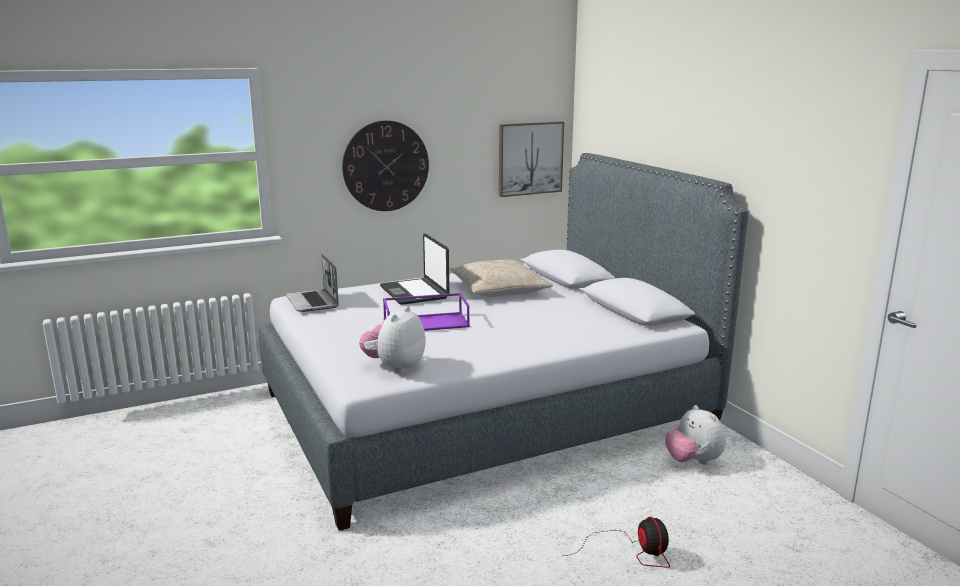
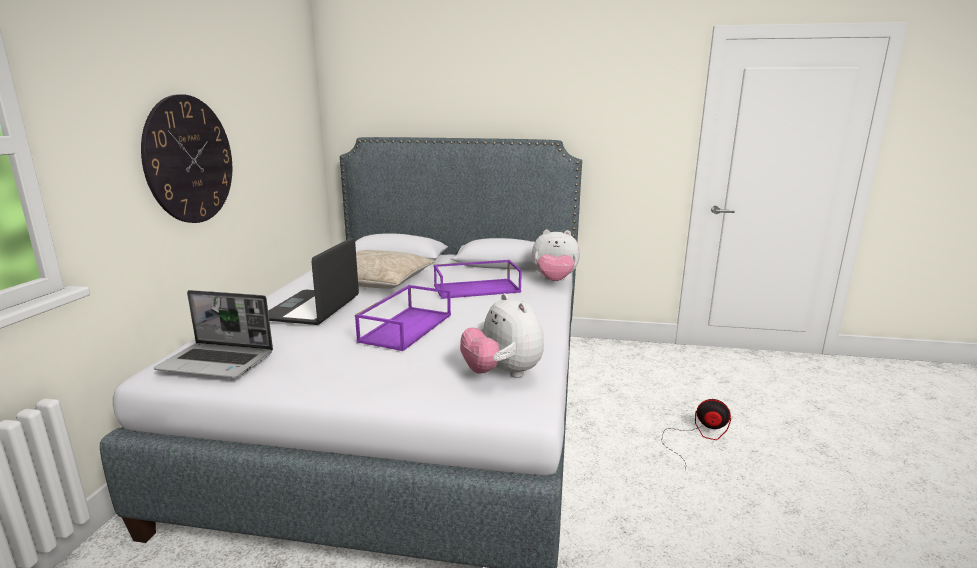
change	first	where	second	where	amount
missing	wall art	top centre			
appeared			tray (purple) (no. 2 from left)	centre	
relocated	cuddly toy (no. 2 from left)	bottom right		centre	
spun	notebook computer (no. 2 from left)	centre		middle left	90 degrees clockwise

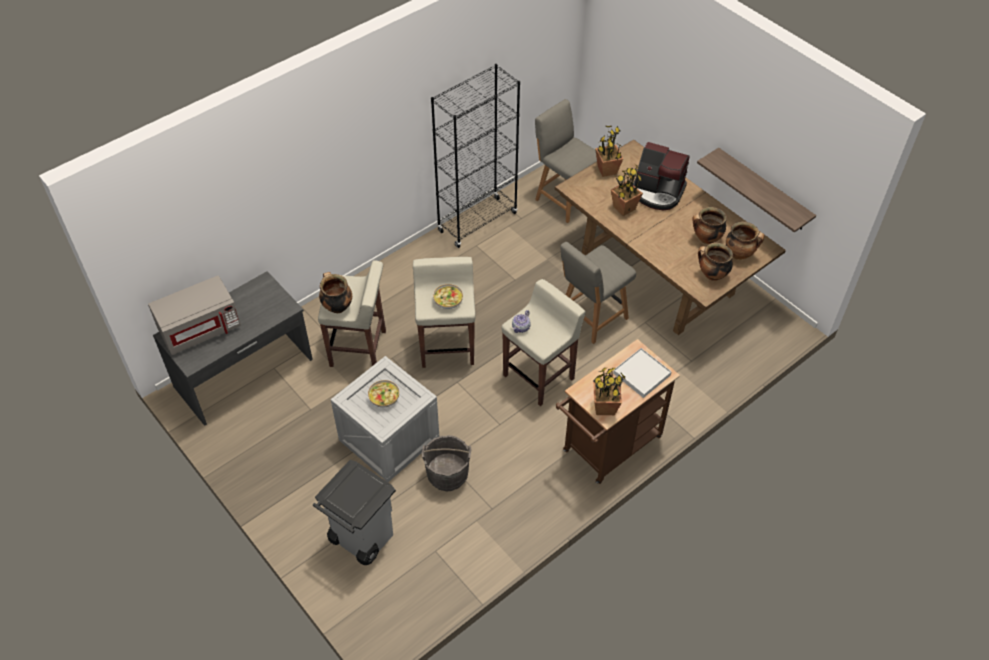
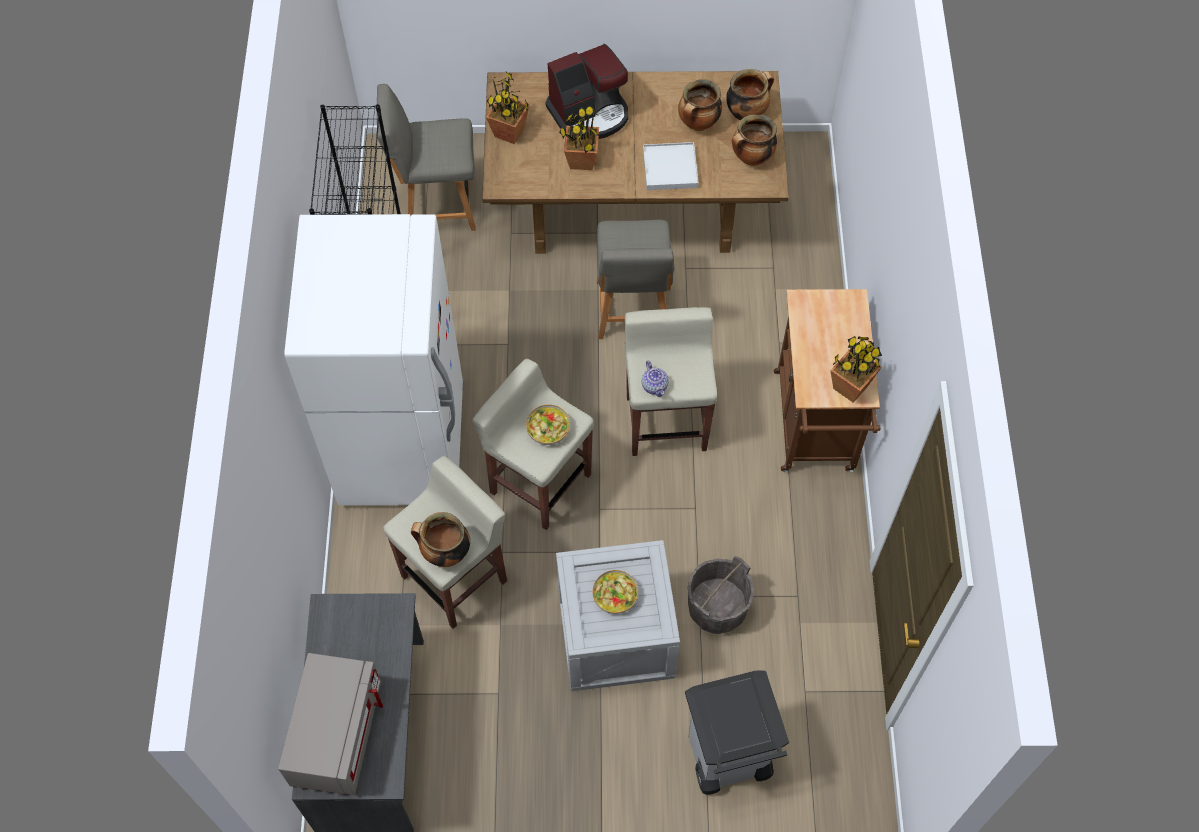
change	first	where	second	where	amount
missing	shelf	top right			
appeared			kitchen fridge (white-coloured)	middle left	
relocated	tray (white-coloured)	centre		top centre	

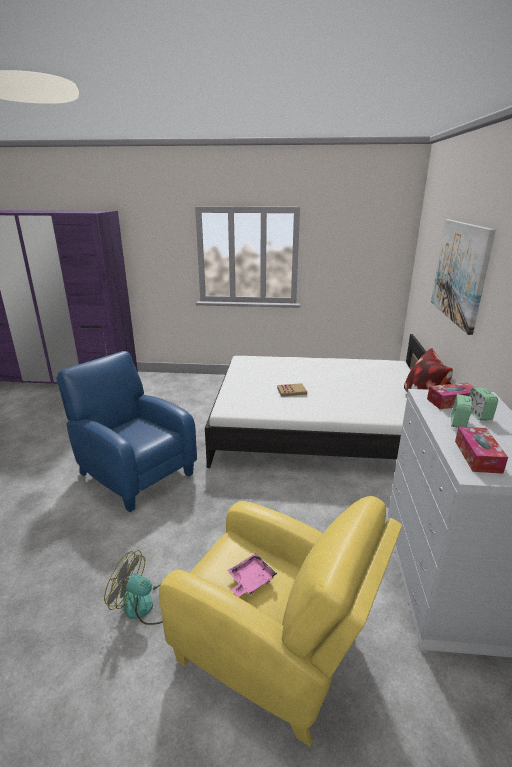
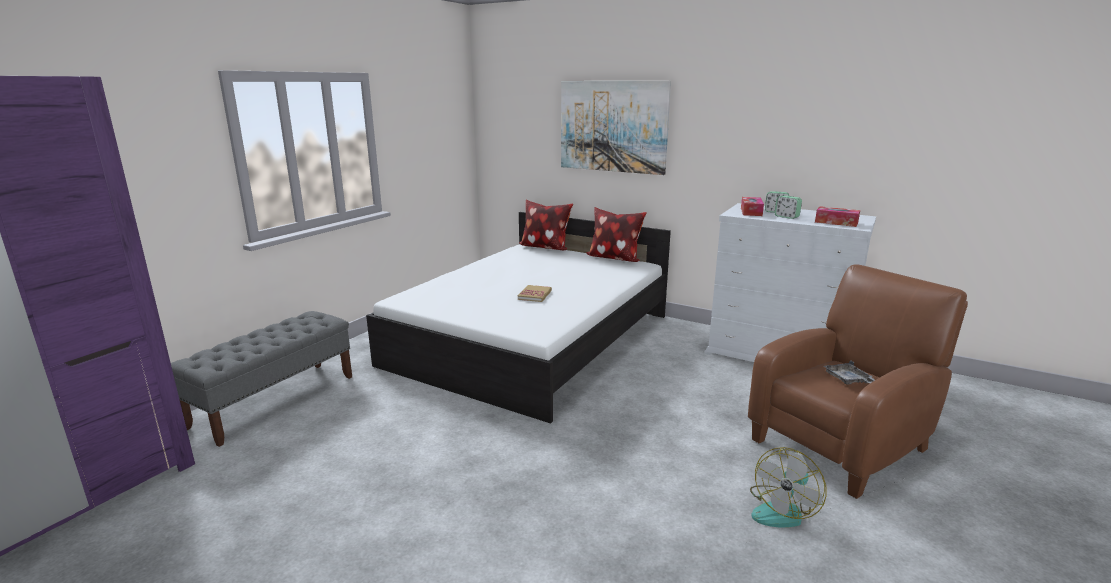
change	first	where	second	where	amount
missing	lounge chair (blue-coloured)	middle left			
appeared			indoor bench (grey)	middle left	
appeared			cushion (no. 1 from left)	centre	
colour	lounge chair (yellowish)	bottom centre	lounge chair (brown)	middle right	
colour	tray (pinkish)	bottom centre	tray (grey)	middle right	

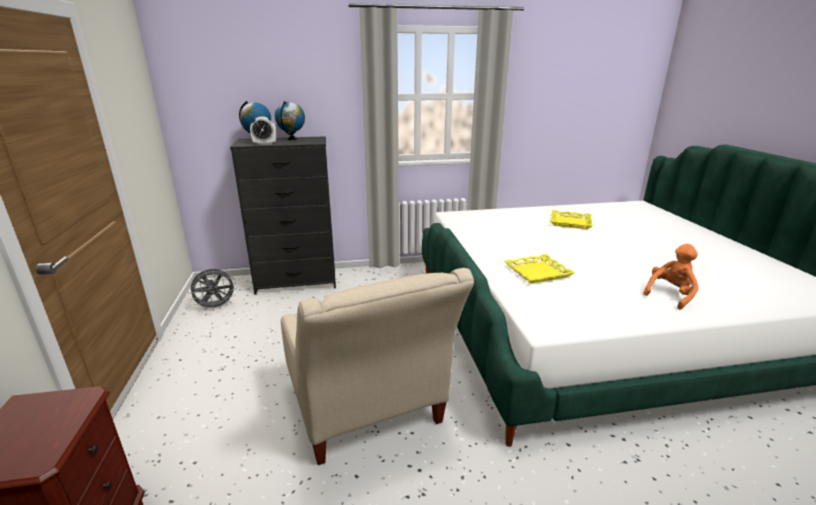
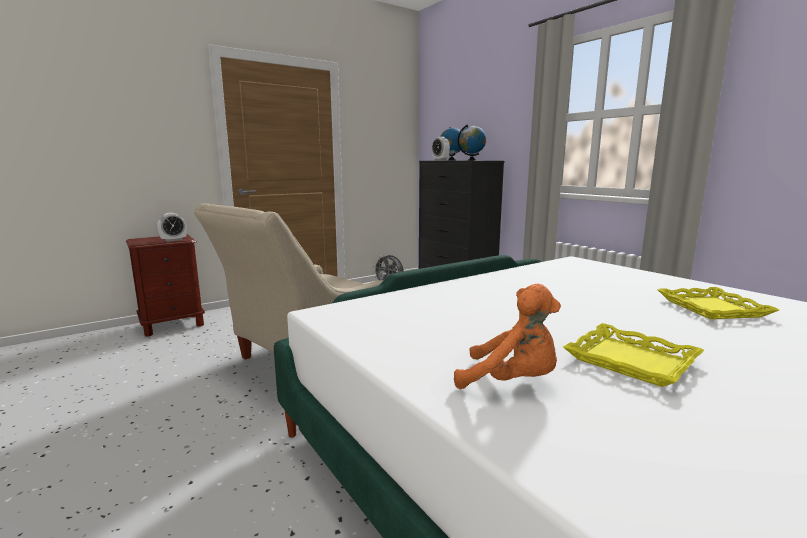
change	first	where	second	where	amount
appeared			bedside clock (no. 1 from left)	middle left	
relocated	tray (yellowish) (no. 1 from left)	centre		middle right	

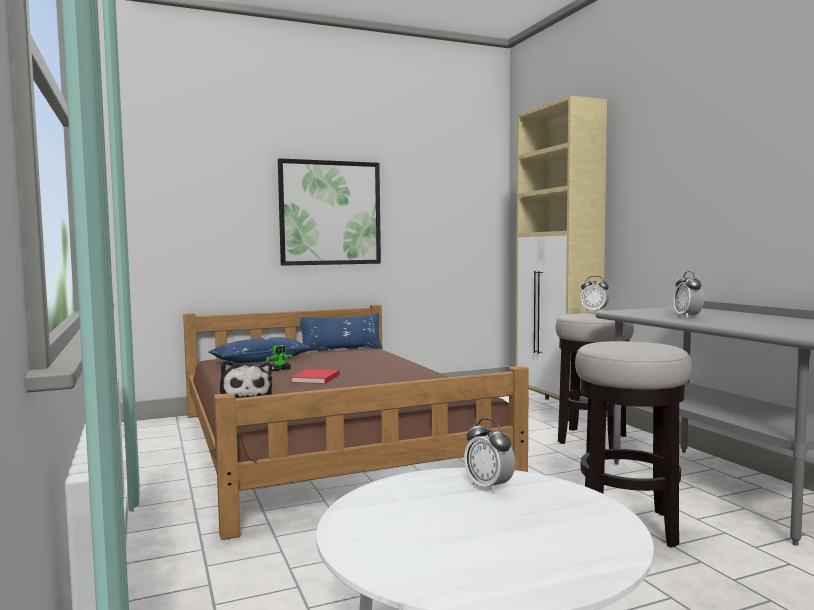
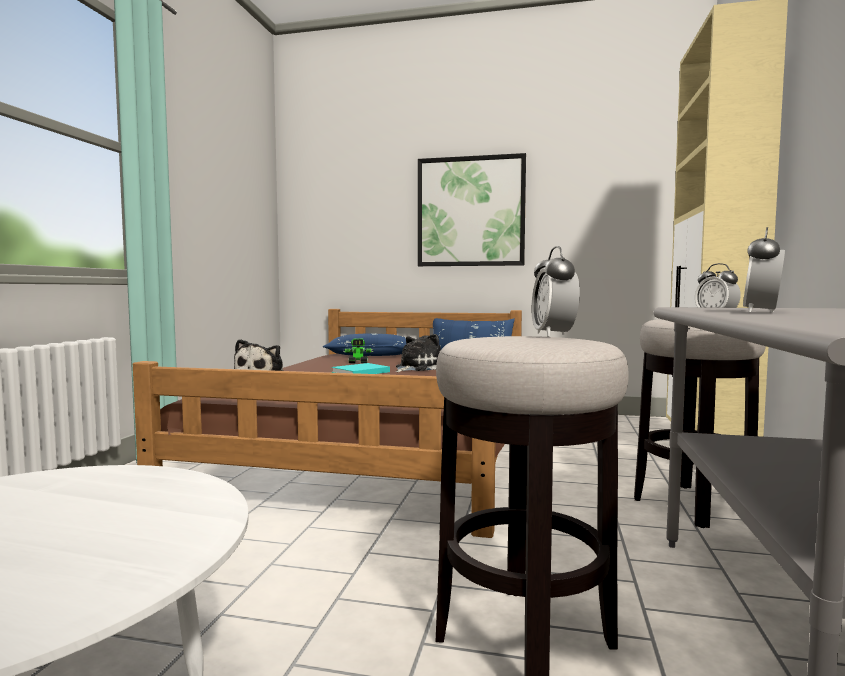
change	first	where	second	where	amount
appeared			cuddly toy (no. 2 from left)	centre	
relocated	bedside clock (no. 1 from left)	bottom centre		centre	
colour	book (red)	centre	book (turquoise-coloured)	centre	

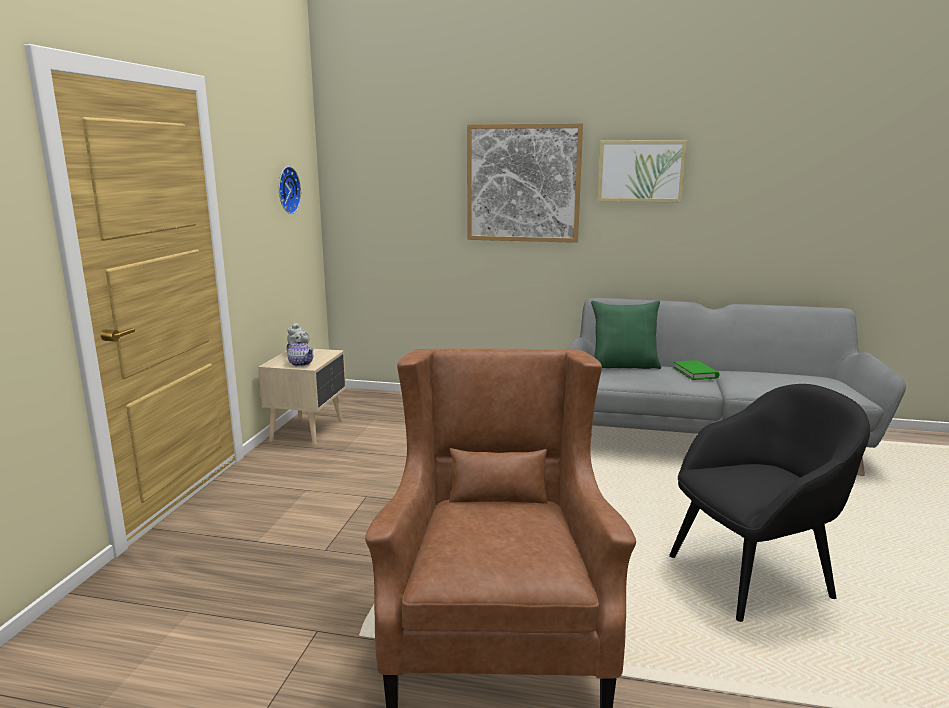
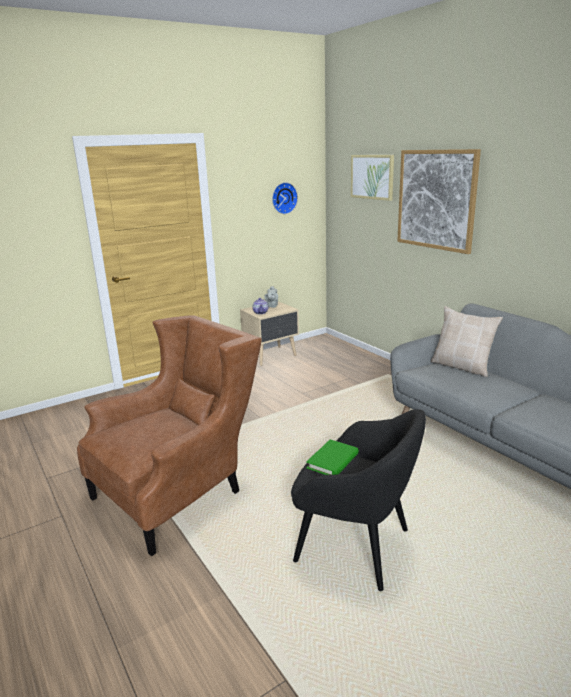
change	first	where	second	where	amount
relocated	wall art (no. 2 from left in the first image)	top right	wall art (no. 1 from left)	top centre	
relocated	book (greenish)	middle right		centre	
colour	cushion (greenish)	centre	cushion (beige-coloured)	middle right	

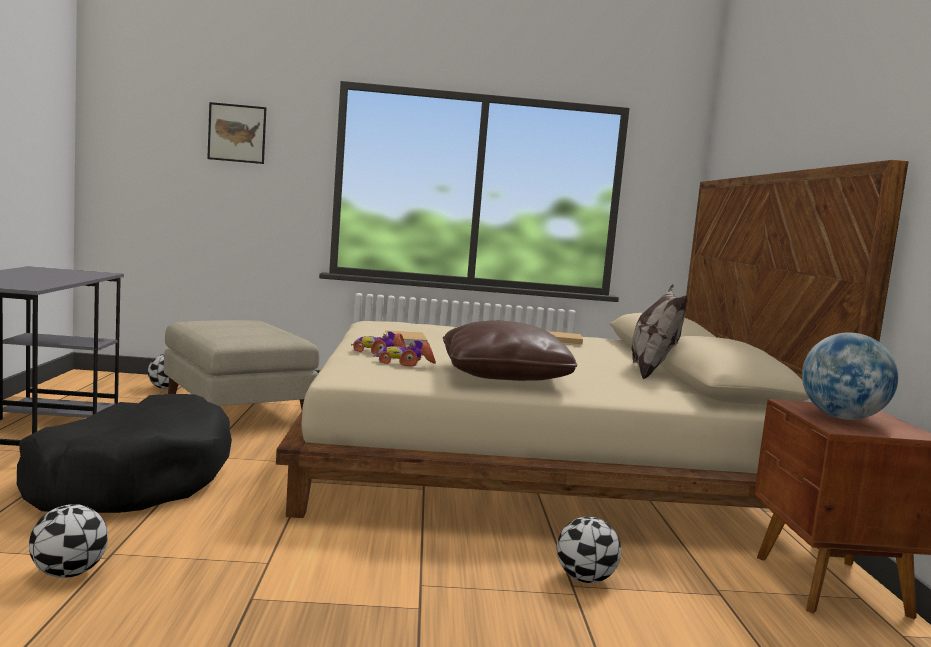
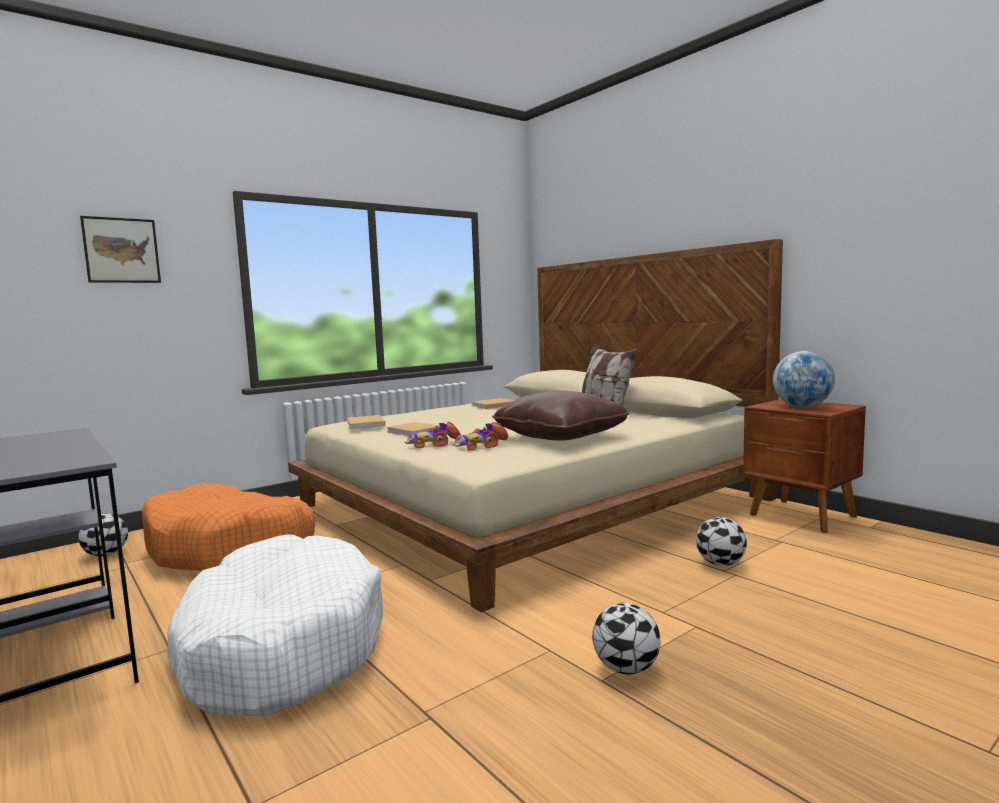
change	first	where	second	where	amount
appeared			book (beige-coloured) (no. 1 from left)	centre	
relocated	football ball (no. 1 from left in the first image)	bottom left	football ball (no. 2 from left)	bottom centre	
exchanged	footrest (beige-coloured)	middle left	pet bed (orange)	middle left	
colour	pet bed (blackish)	bottom left	pet bed (white-coloured)	bottom left	

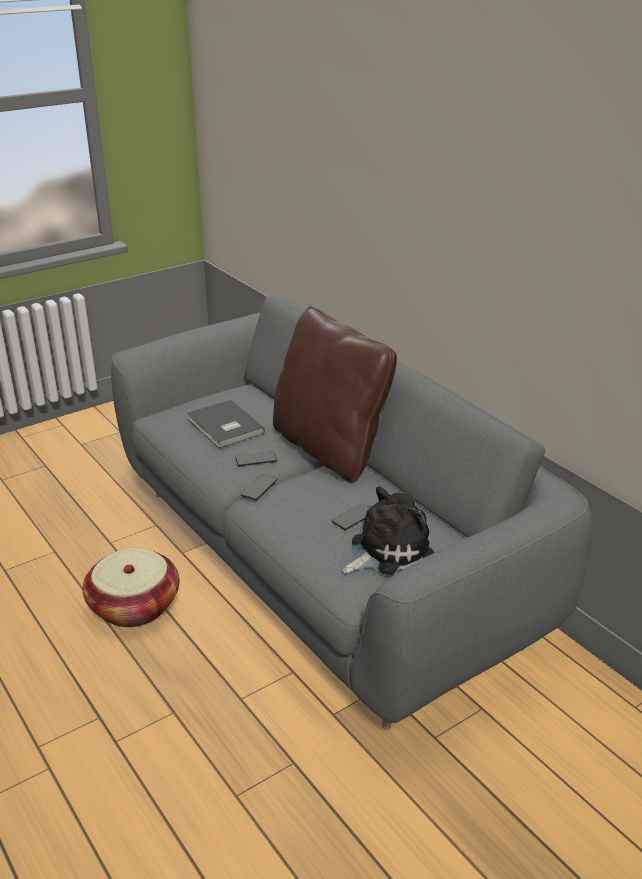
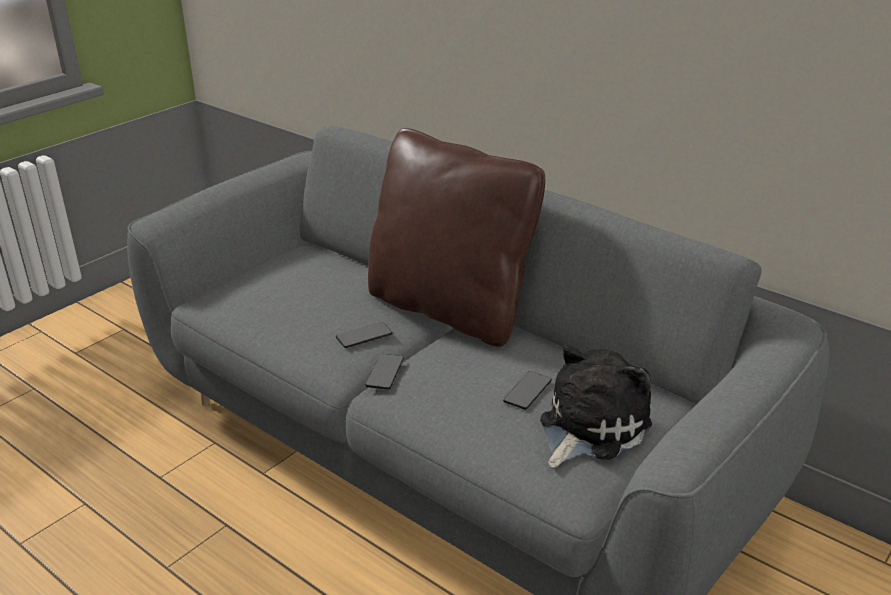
change	first	where	second	where	amount
missing	household basket	bottom left			
missing	book (grey)	centre			

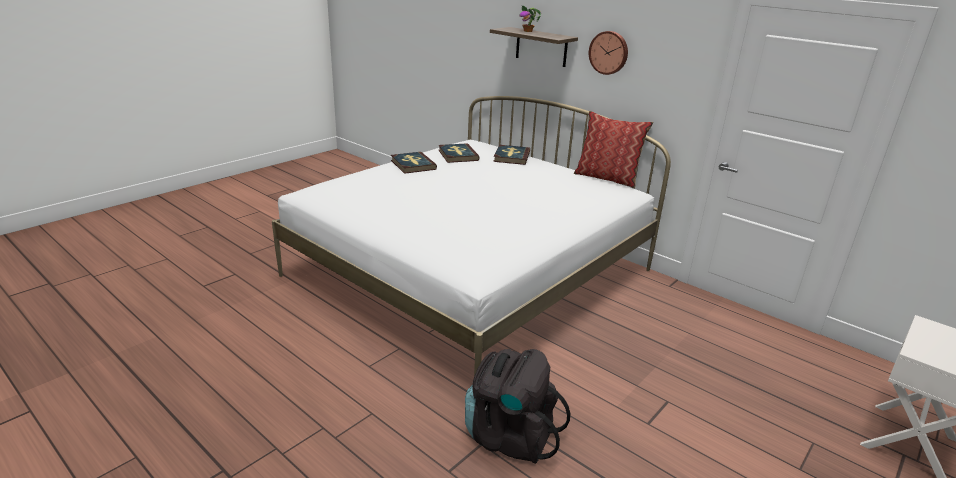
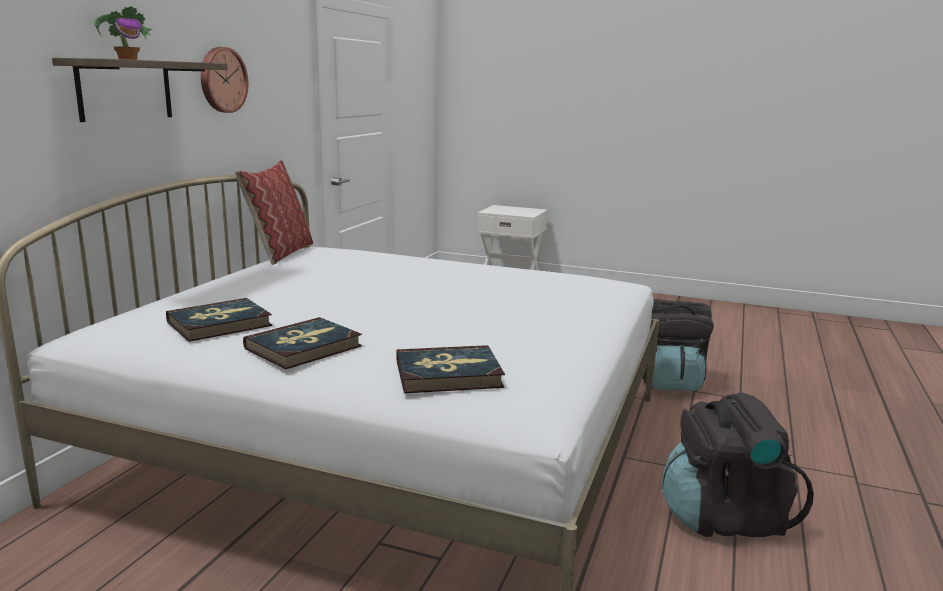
change	first	where	second	where	amount
appeared			backpack (blackish) (no. 2 from left)	bottom right	
relocated	book (no. 3 from left)	top centre		centre	

